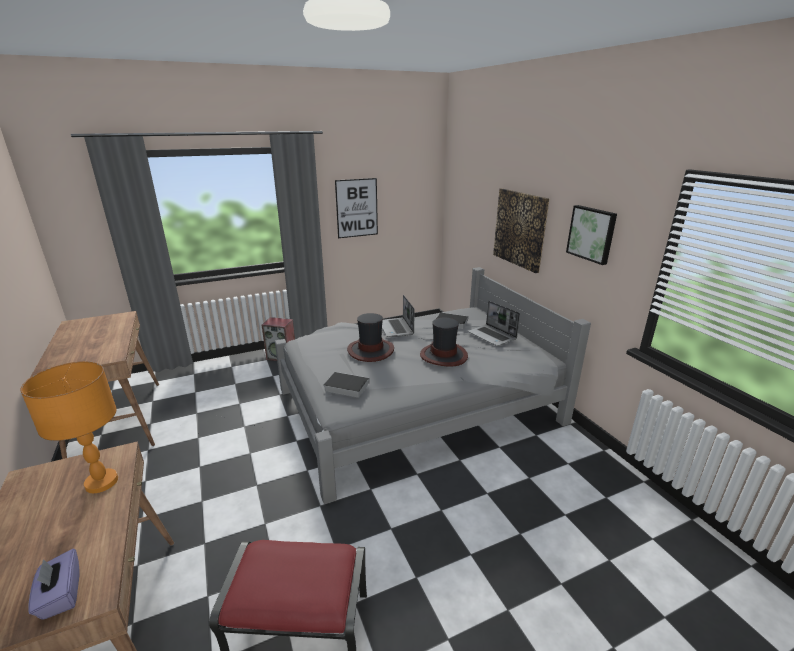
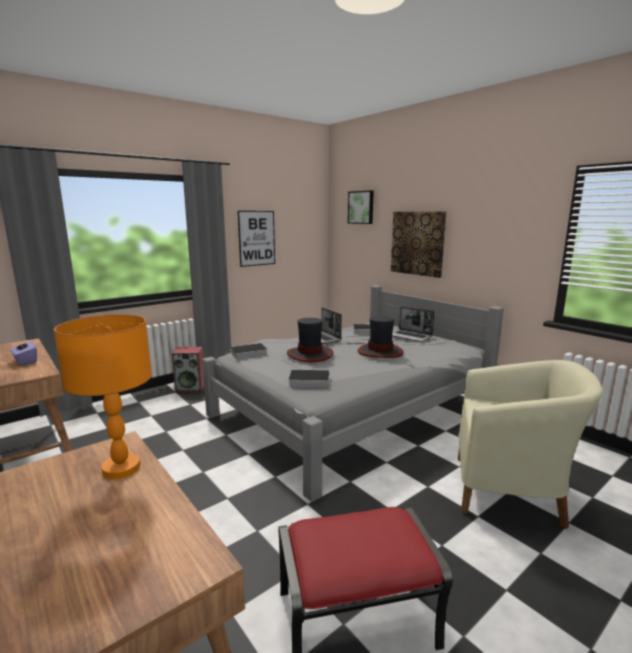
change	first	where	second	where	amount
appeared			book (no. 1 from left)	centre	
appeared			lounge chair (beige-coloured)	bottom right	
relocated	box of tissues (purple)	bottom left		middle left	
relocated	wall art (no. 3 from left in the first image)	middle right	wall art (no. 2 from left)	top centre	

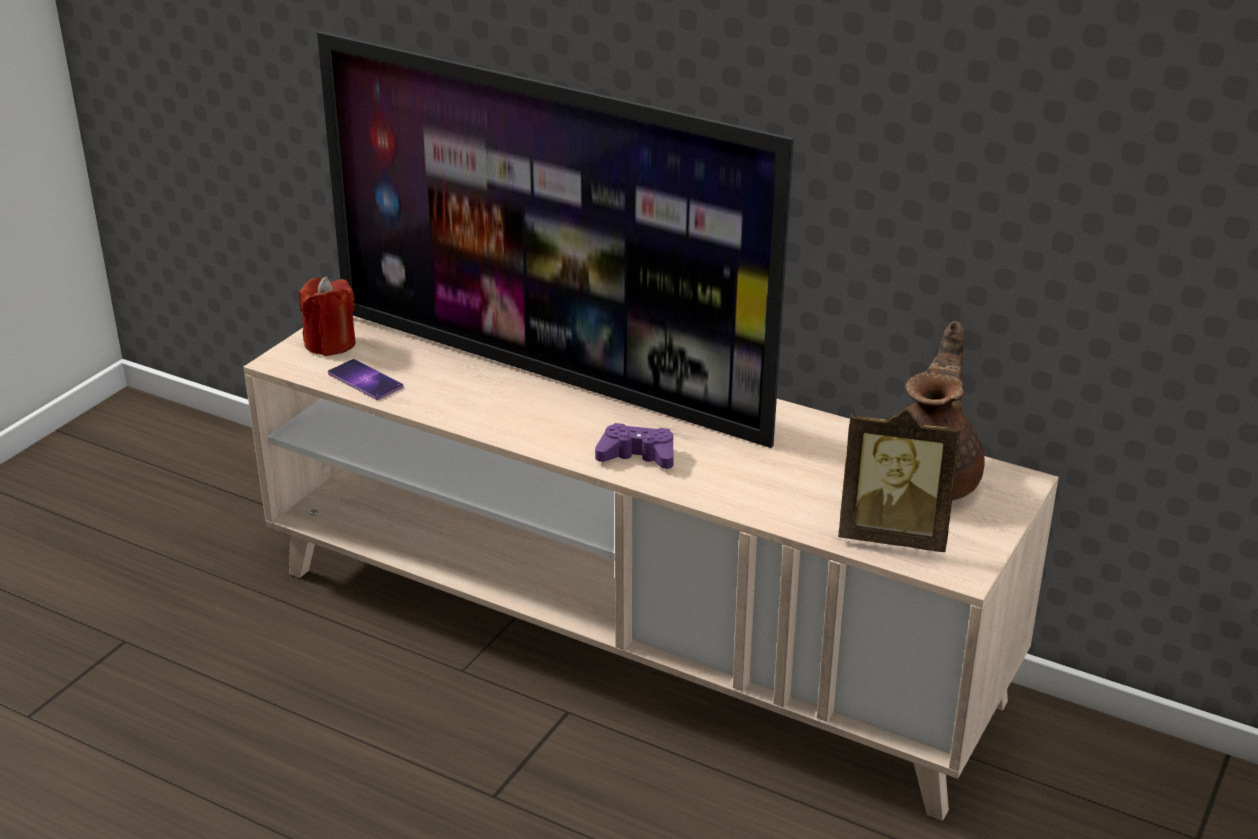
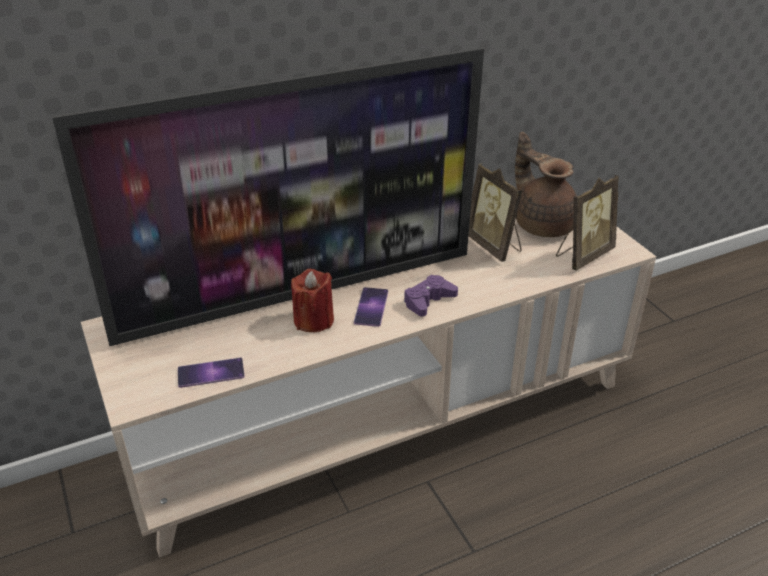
change	first	where	second	where	amount
appeared			phone (no. 2 from left)	centre	
appeared			standing frame (no. 1 from left)	centre	
relocated	wax light (red)	middle left		centre	

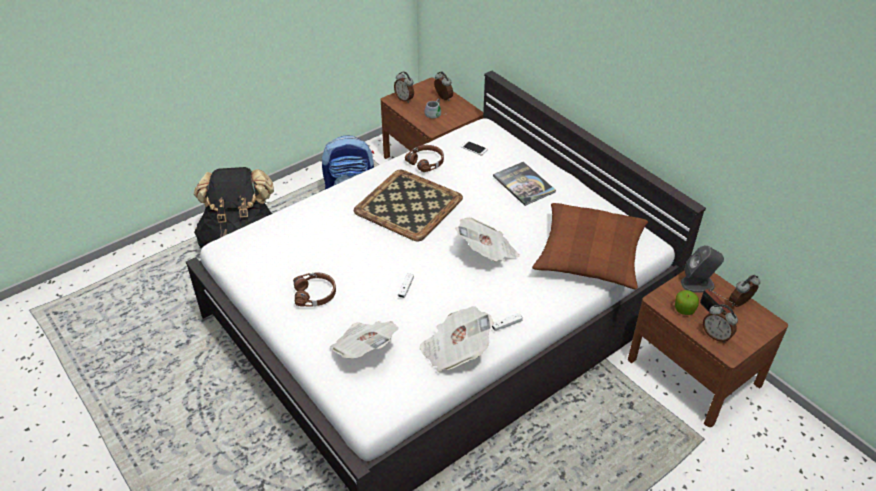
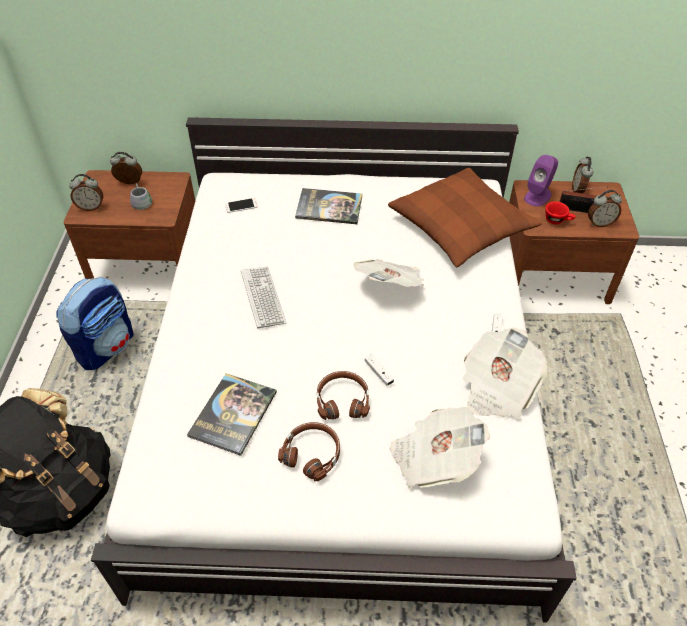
change	first	where	second	where	amount
appeared			book (no. 1 from left)	centre	
relocated	headphones (brown) (no. 2 from left)	top centre		centre	
exchanged	tray	centre	PC keyboard	centre	
exchanged	whole apple	middle right	small cup (red)	middle right	
colour	audio speaker (grey)	middle right	audio speaker (purple)	top right	

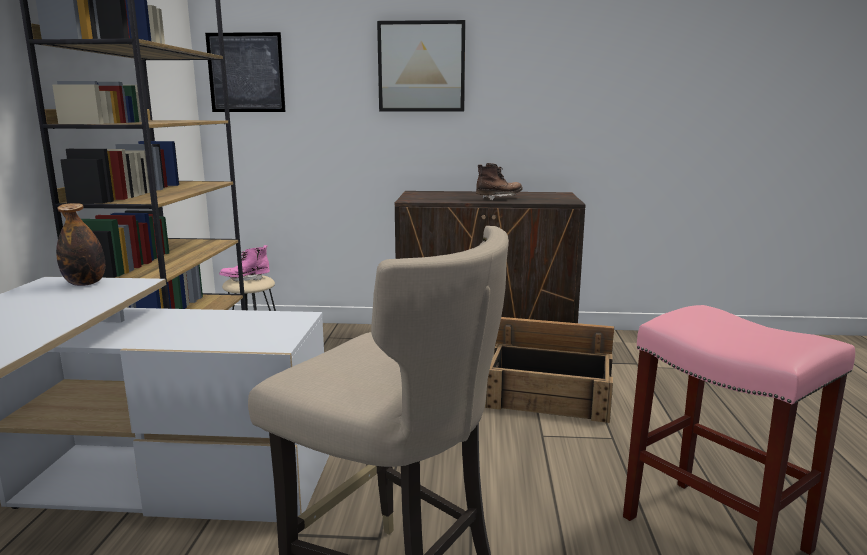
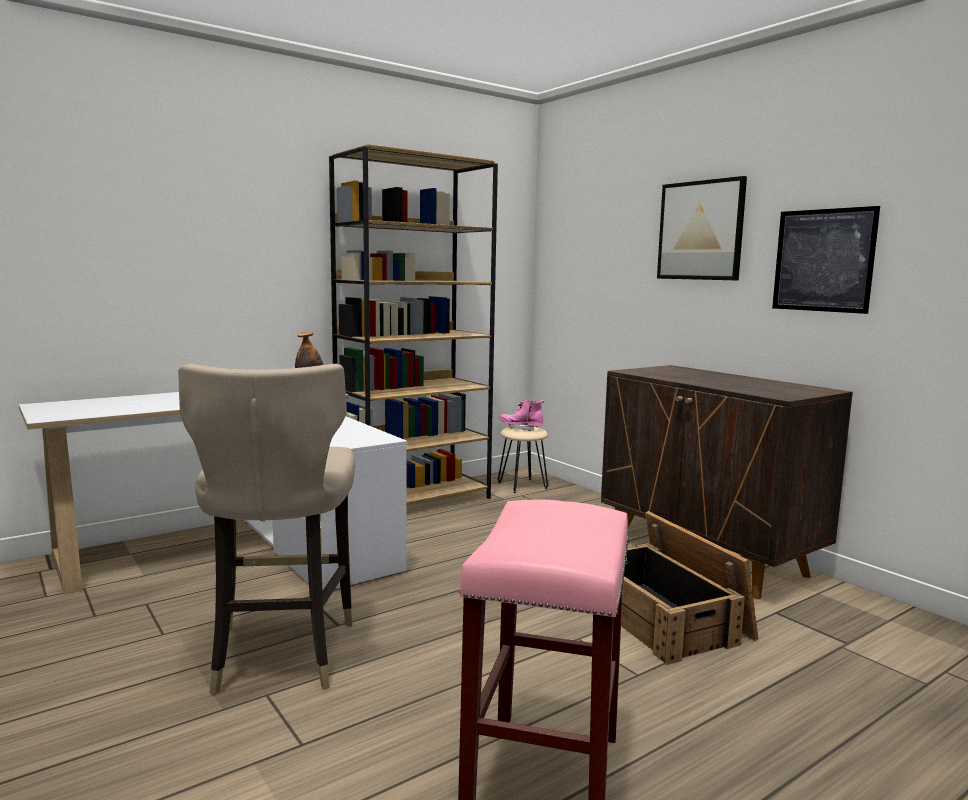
change	first	where	second	where	amount
missing	boot (brown)	top centre			
relocated	wall art (no. 1 from left in the first image)	top left	wall art (no. 2 from left)	top right	

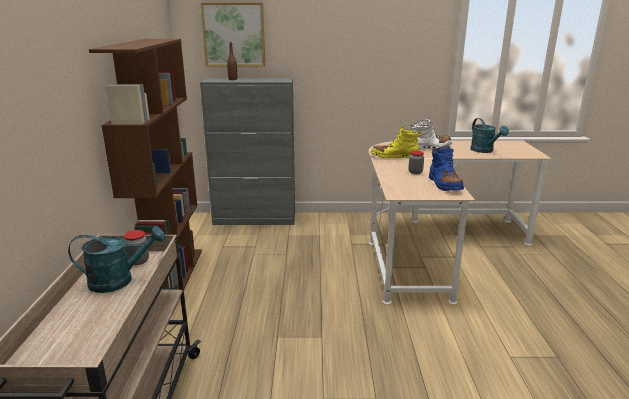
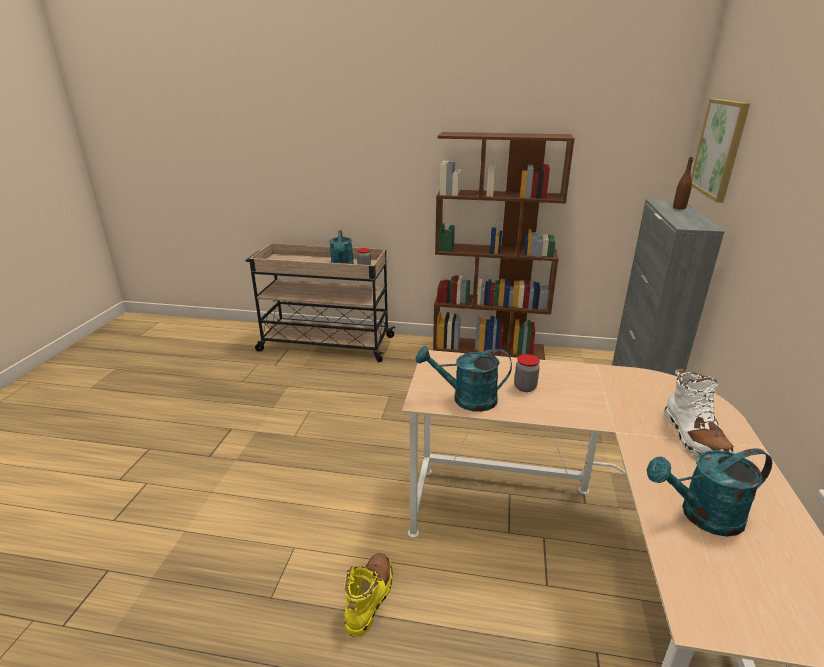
change	first	where	second	where	amount
relocated	boot (yellowish)	centre		bottom centre	
exchanged	boot (blue-coloured)	middle right	sprinkling can (turquoise-coloured) (no. 2 from left)	centre	

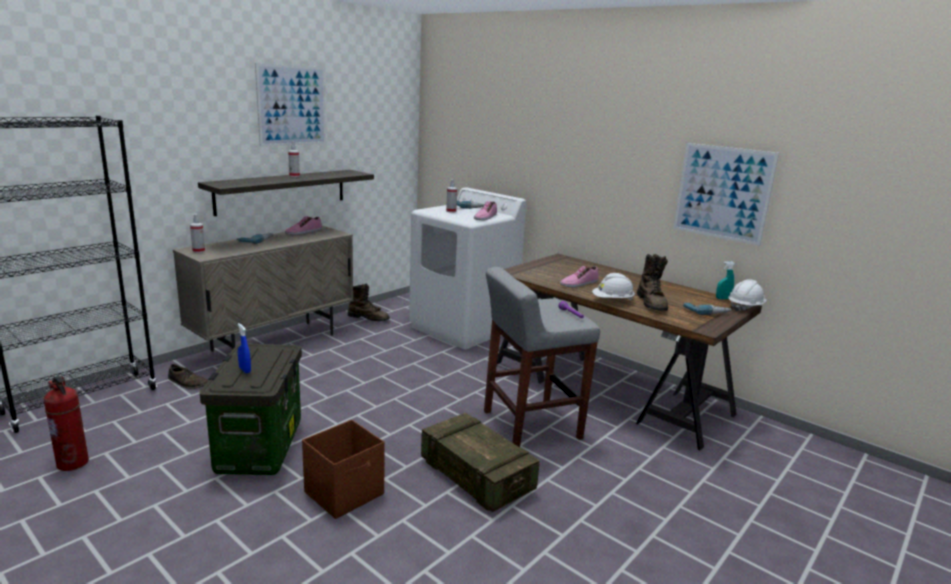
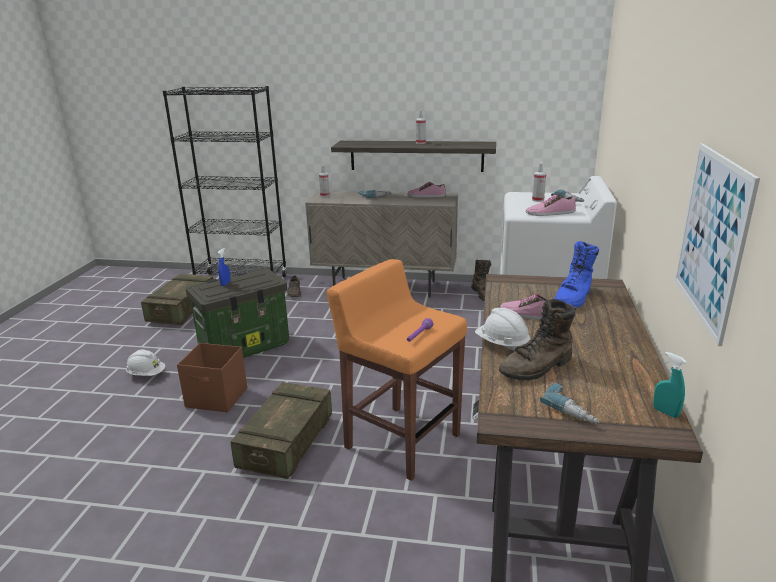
change	first	where	second	where	amount
missing	wall art (no. 1 from left)	top left			
appeared			boot (blue-coloured)	middle right	
relocated	hard hat (white-coloured) (no. 2 from left in the first image)	middle right	hard hat (white-coloured) (no. 1 from left)	middle left	
exchanged	fire extinguisher	bottom left	packing crate (no. 1 from left)	middle left	
colour	sitting stool (grey)	centre	sitting stool (orange)	centre	

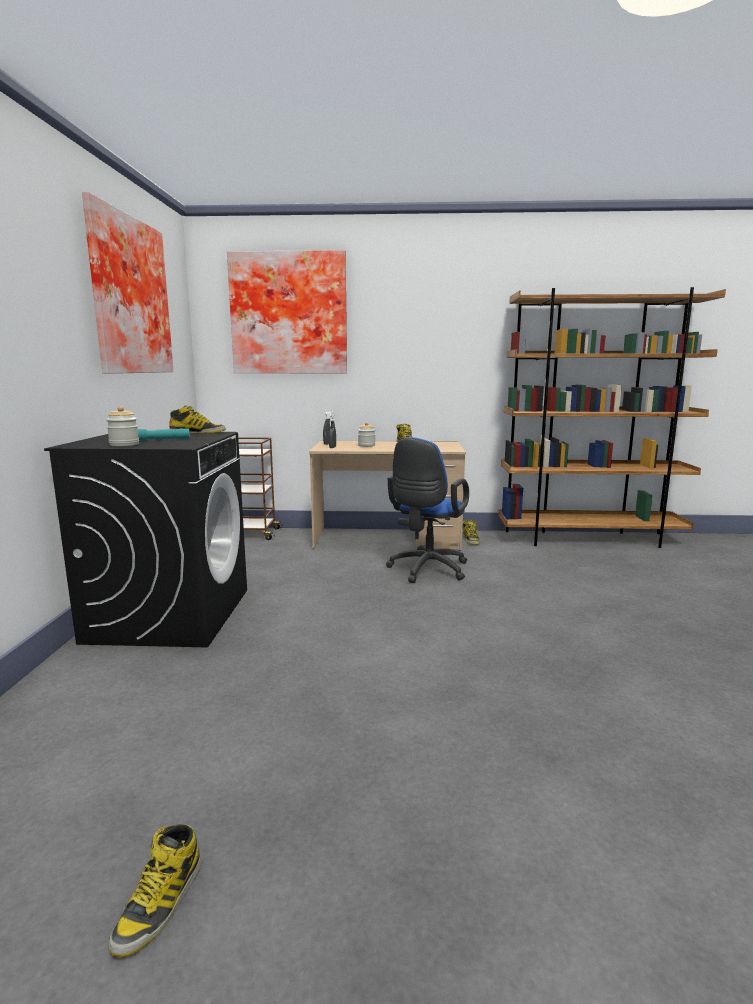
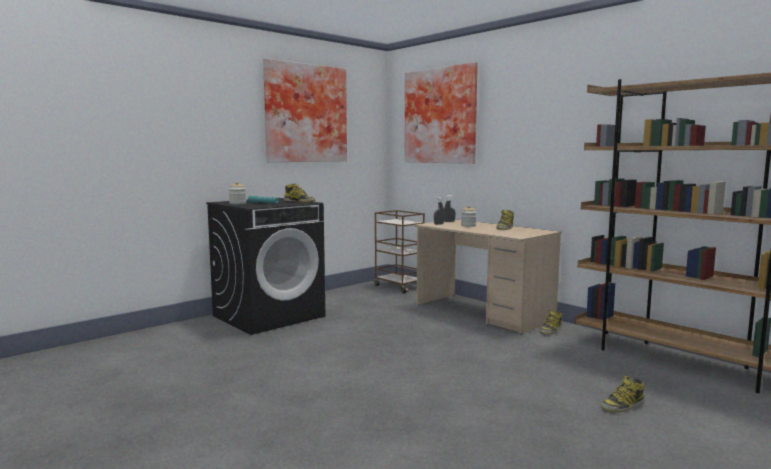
change	first	where	second	where	amount
missing	desk chair (blue-coloured)	centre			
relocated	boot (no. 1 from left in the first image)	bottom left	boot (no. 4 from left)	bottom right	

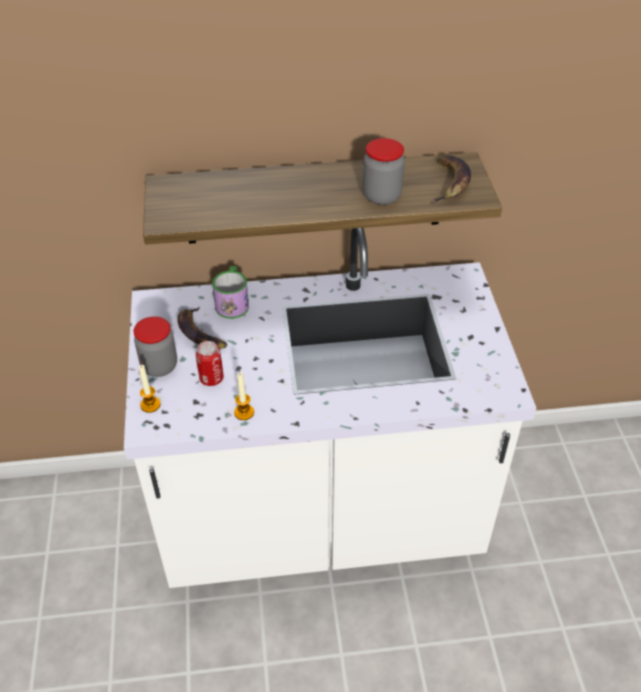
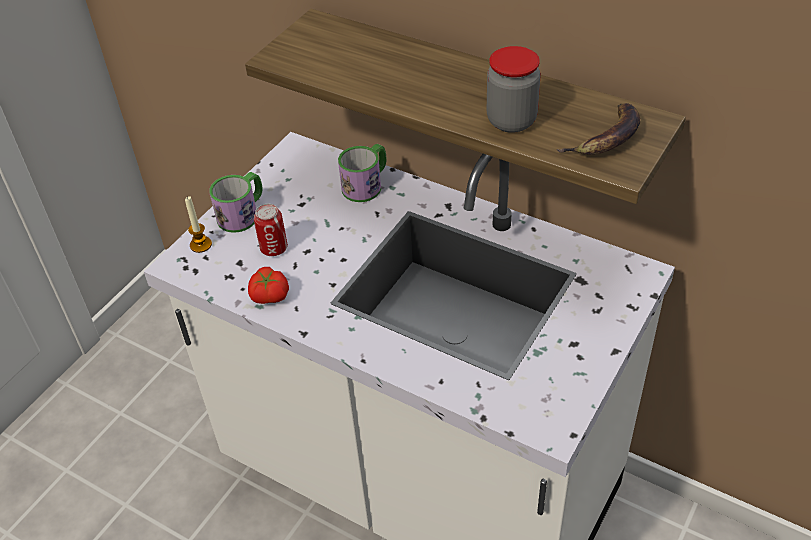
change	first	where	second	where	amount
missing	whole banana (no. 1 from left)	middle left			
exchanged	jar (no. 1 from left)	middle left	tea mug (no. 1 from left)	middle left	
exchanged	wax light (no. 2 from left)	centre	tomato	middle left	

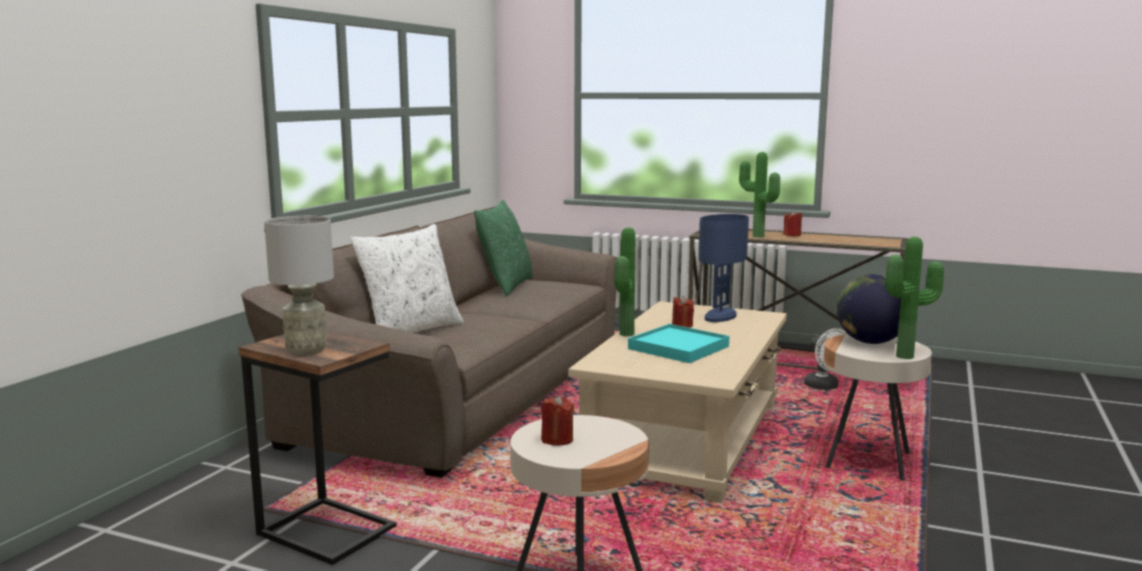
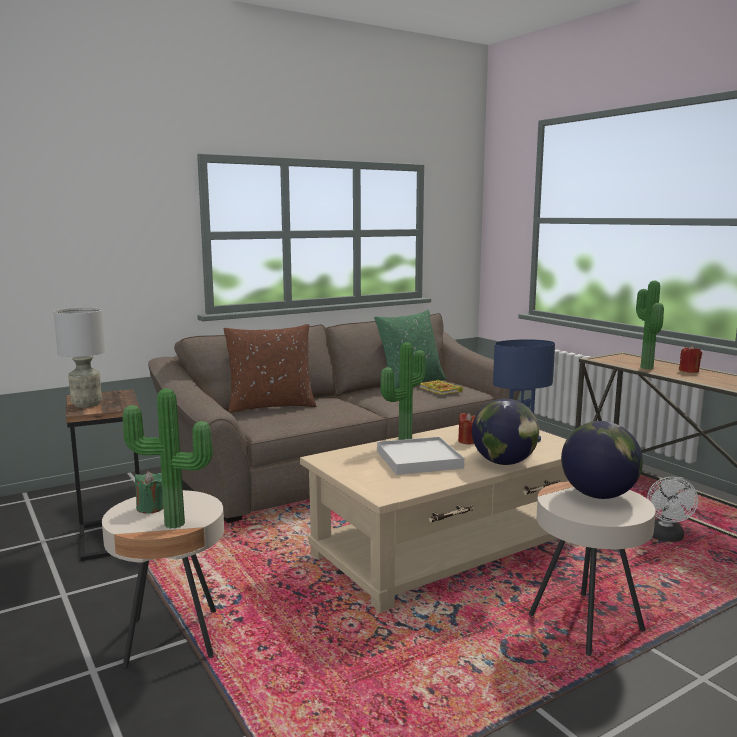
change	first	where	second	where	amount
appeared			book	centre	
appeared			world globe (no. 1 from left)	middle right	
relocated	plant in a pot (no. 3 from left in the first image)	middle right	plant in a pot (no. 1 from left)	middle left	
colour	cushion (white-coloured)	centre	cushion (brown)	centre	
colour	wax light (red) (no. 1 from left)	bottom centre	wax light (greenish)	bottom left	
colour	tray (turquoise-coloured)	centre	tray (white-coloured)	centre	

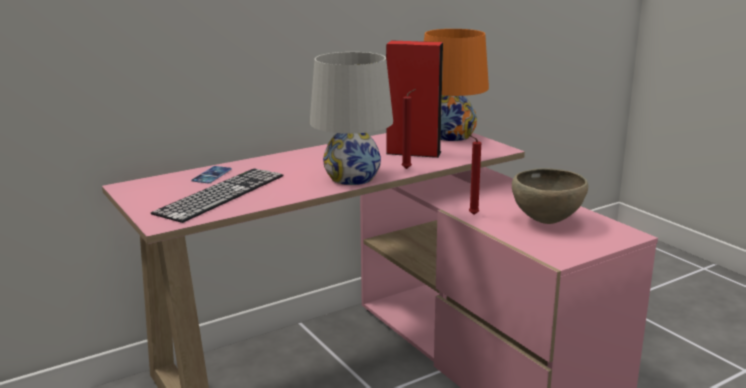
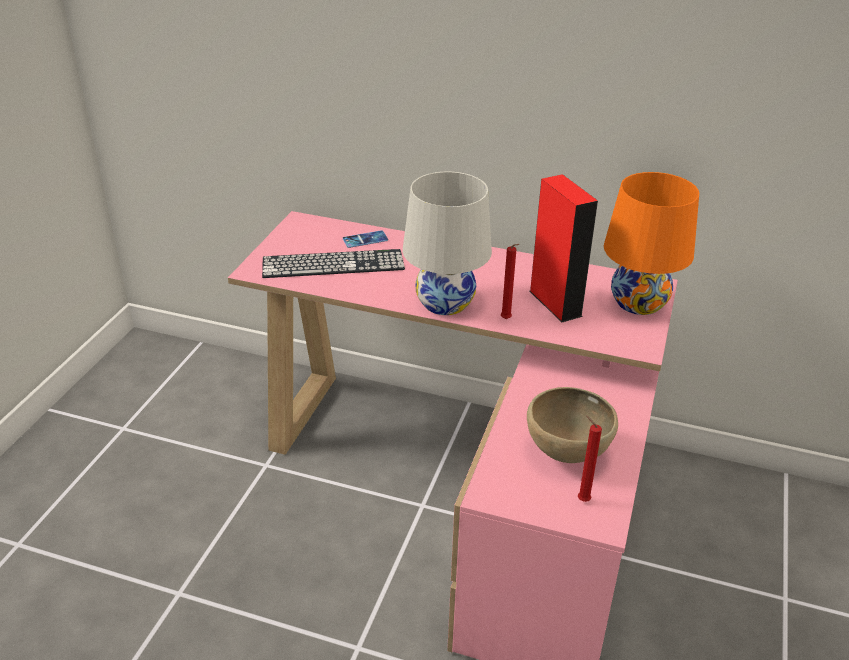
change	first	where	second	where	amount
relocated	wax light (red) (no. 2 from left)	centre		bottom right	

